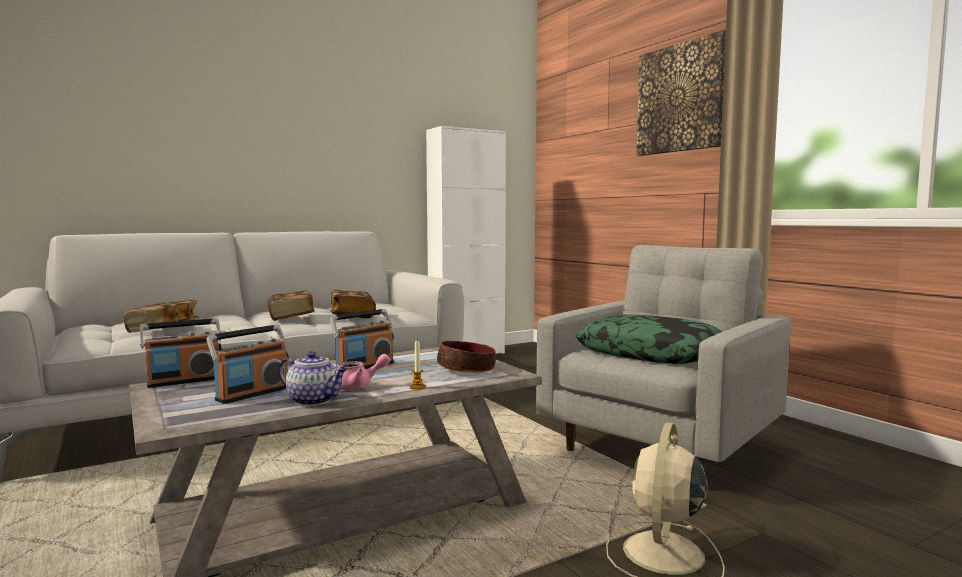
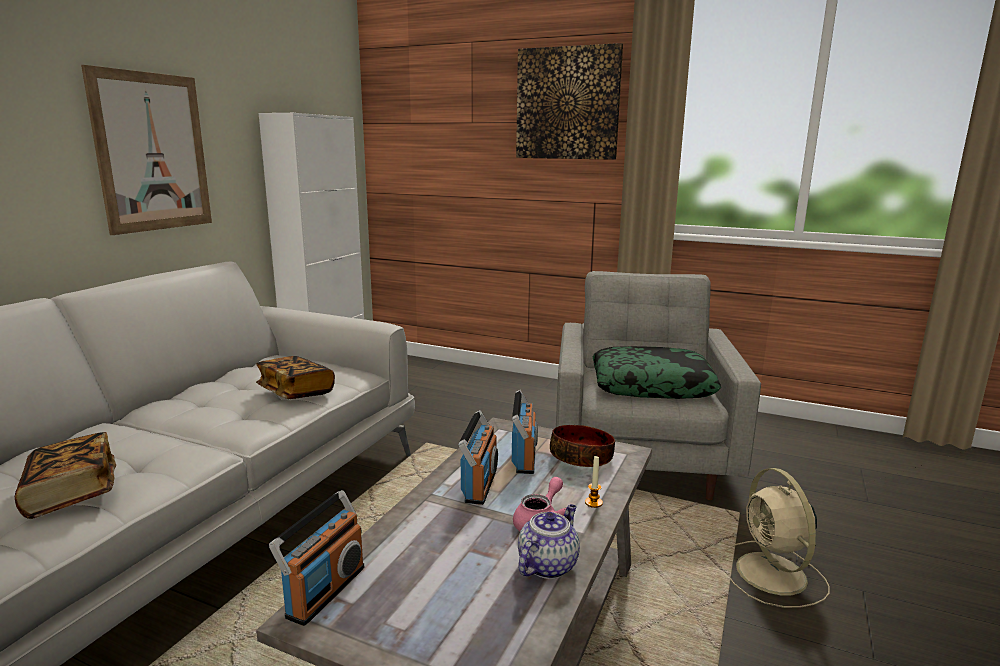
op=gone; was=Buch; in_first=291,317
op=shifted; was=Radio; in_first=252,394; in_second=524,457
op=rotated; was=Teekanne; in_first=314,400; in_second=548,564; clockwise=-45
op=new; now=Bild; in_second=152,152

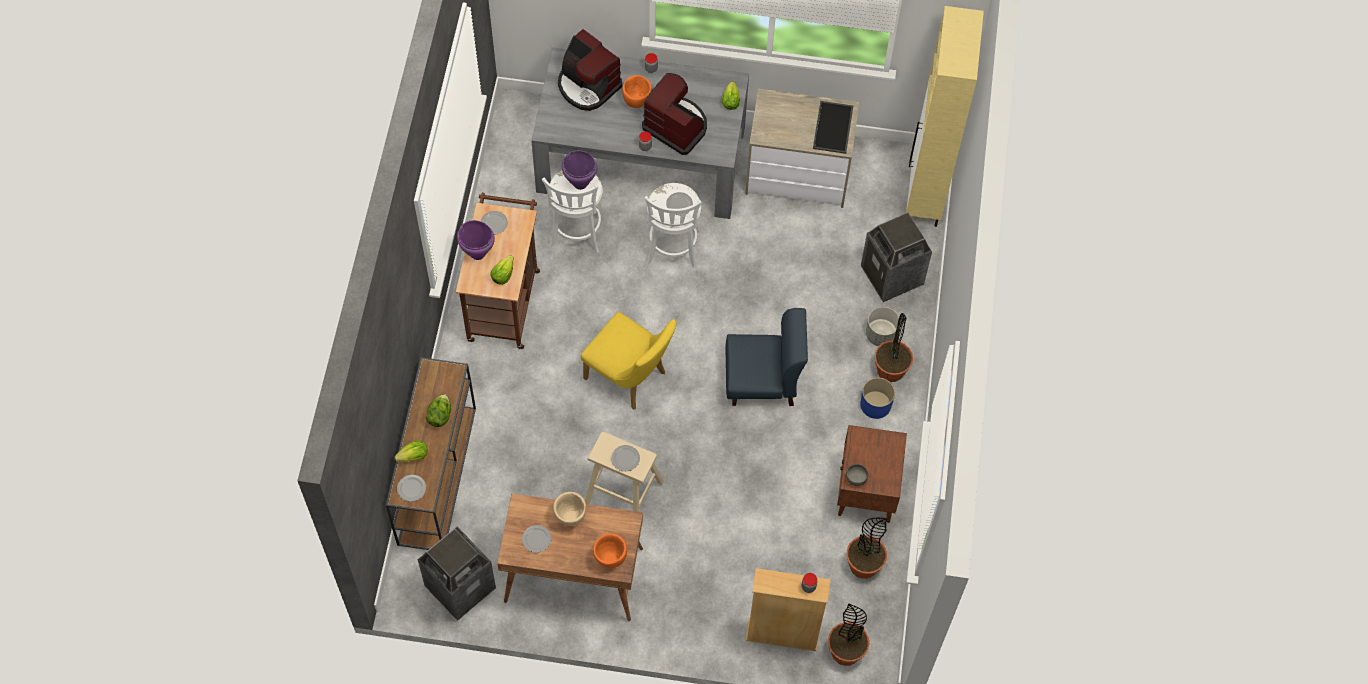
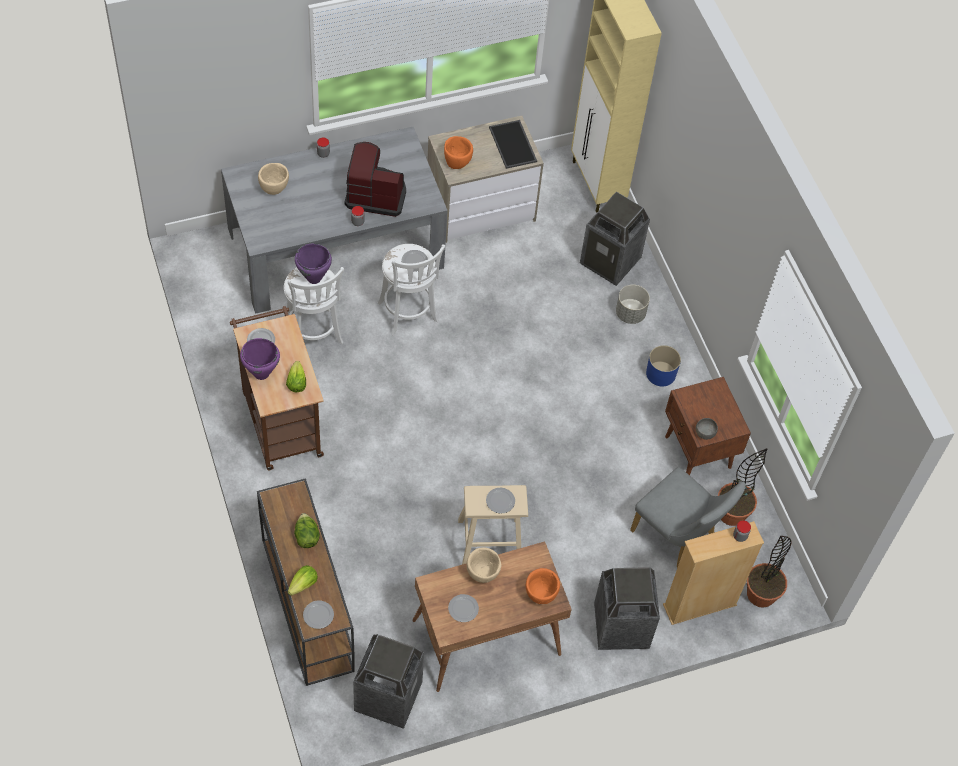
op=swapped; was=Kaffeemaschine; now=Schüssel [beige]; in_first=588,86; in_second=274,189
op=shifted; was=Schüssel [orange]; in_first=637,101; in_second=457,163
op=gone; was=Salatkopf; in_first=730,101
op=gone; was=Stuhl [blau]; in_first=762,381
op=gone; was=Stuhl [gelb]; in_first=630,378
op=gone; was=Topfpflanze; in_first=890,370
op=new; now=Stuhl [grau]; in_second=678,537
op=new; now=Mülleimer; in_second=620,626

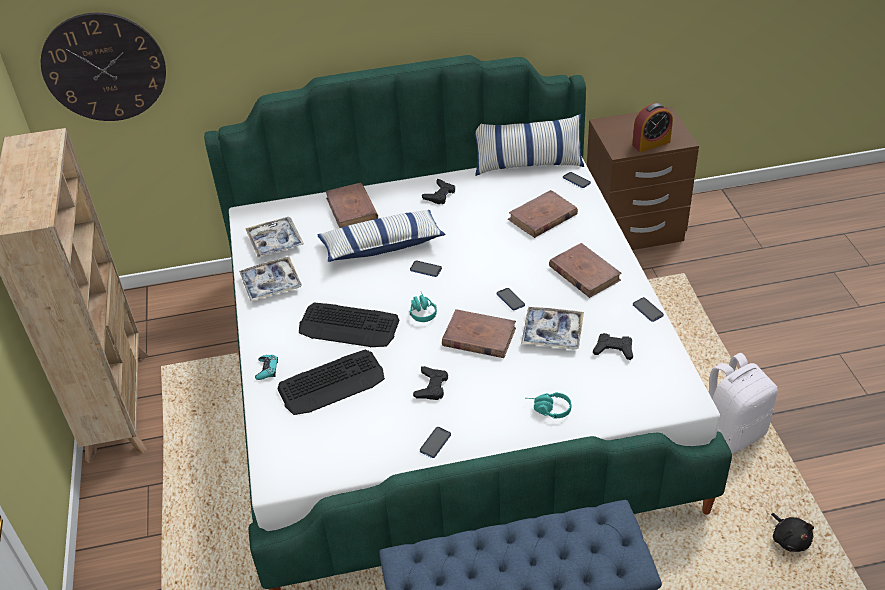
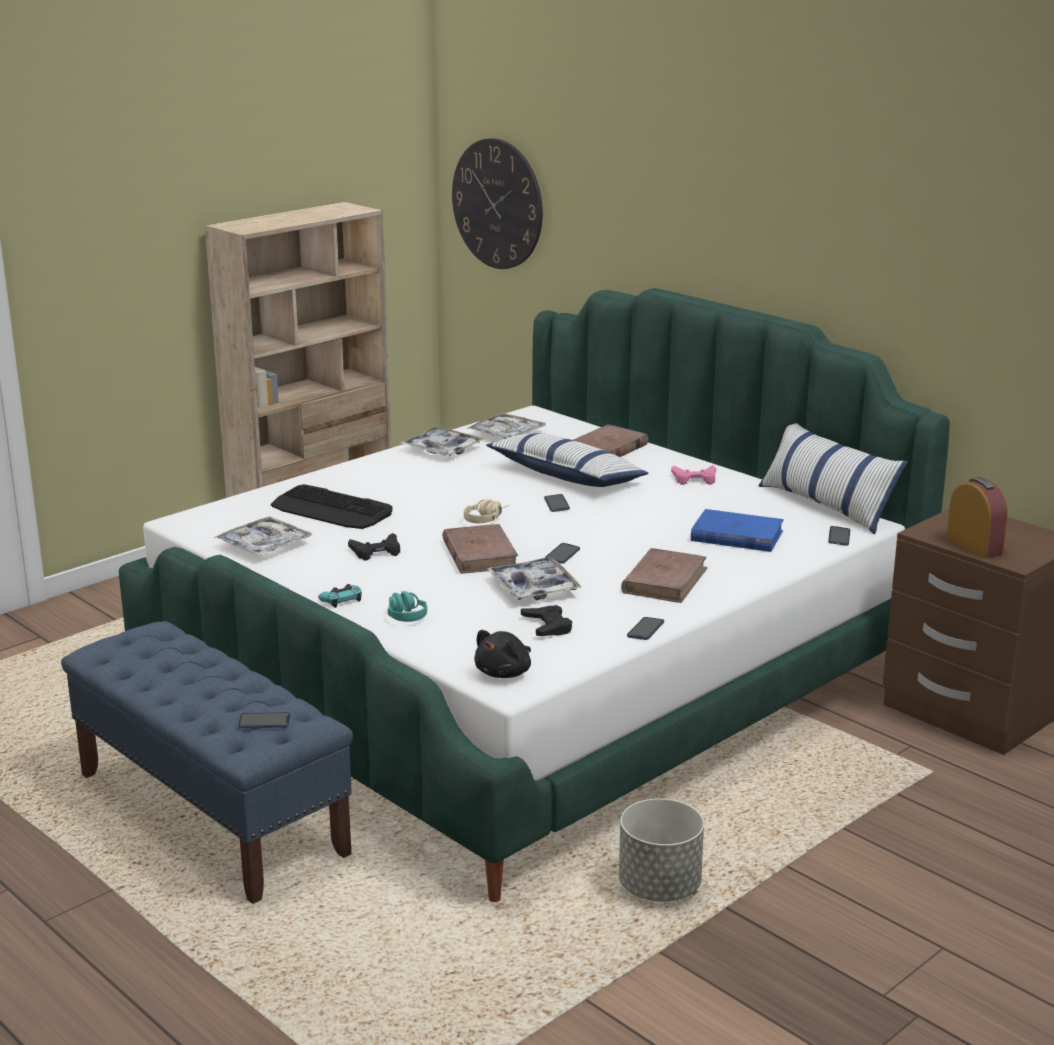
op=rotated; was=Wecker; in_first=651,143; in_second=974,546; clockwise=-150
op=repainted; was=Gamepad [schwarz]; now=Gamepad [rosa]; in_first=440,195; in_second=694,479
op=repainted; was=Buch [braun]; now=Buch [blau]; in_first=542,217; in_second=736,536
op=repainted; was=Kopfhörer [türkis]; now=Kopfhörer [beige]; in_first=421,311; in_second=487,519
op=gone; was=Tastatur; in_first=349,326
op=swapped; was=Rucksack [weiß]; now=Pflanzkübel [grau]; in_first=731,433; in_second=660,887
op=shifted; was=Gamepad [türkis]; in_first=267,369; in_second=341,600
op=shifted; was=Handy; in_first=435,443; in_second=264,722
op=shifted; was=Plüschtier [schwarz]; in_first=789,539; in_second=505,673
op=new; now=Tablett; in_second=264,545

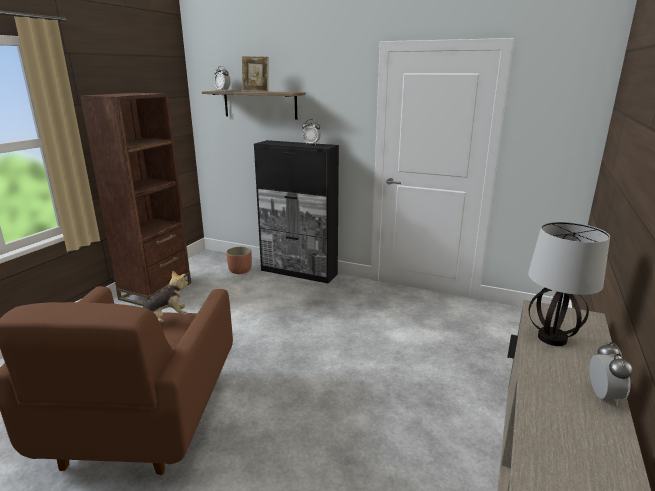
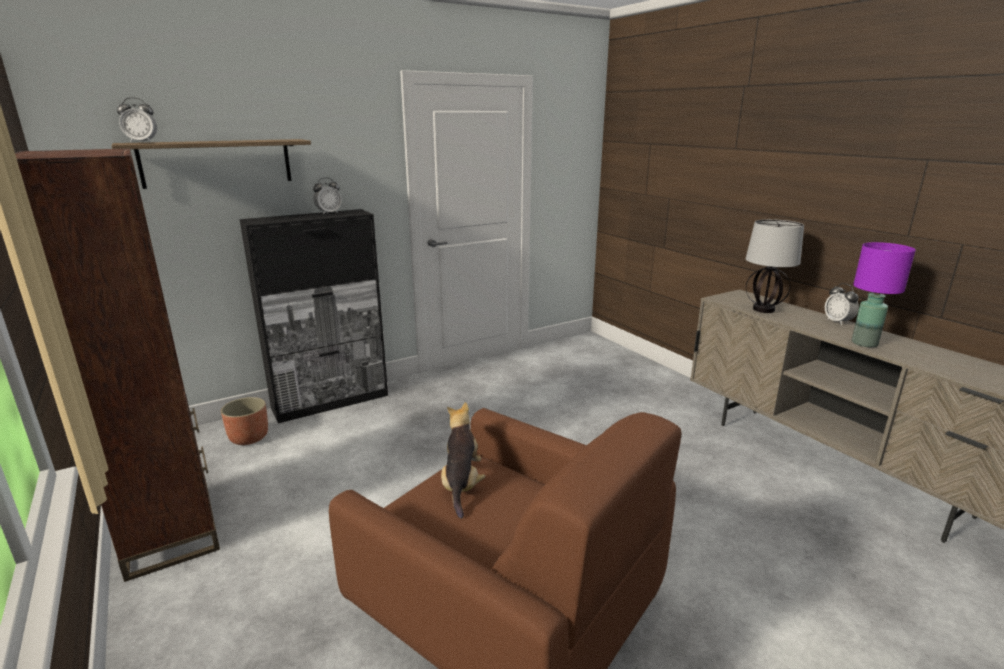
op=gone; was=Bilderrahmen; in_first=256,91
op=rotated; was=Wecker; in_first=603,396; in_second=838,322; clockwise=-150
op=new; now=Tischlampe [lila]; in_second=864,343

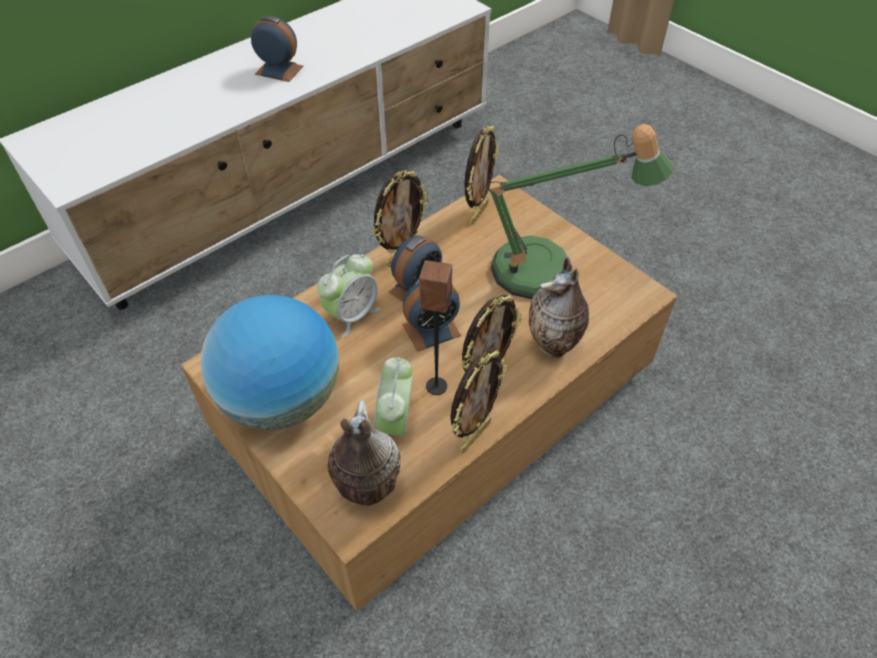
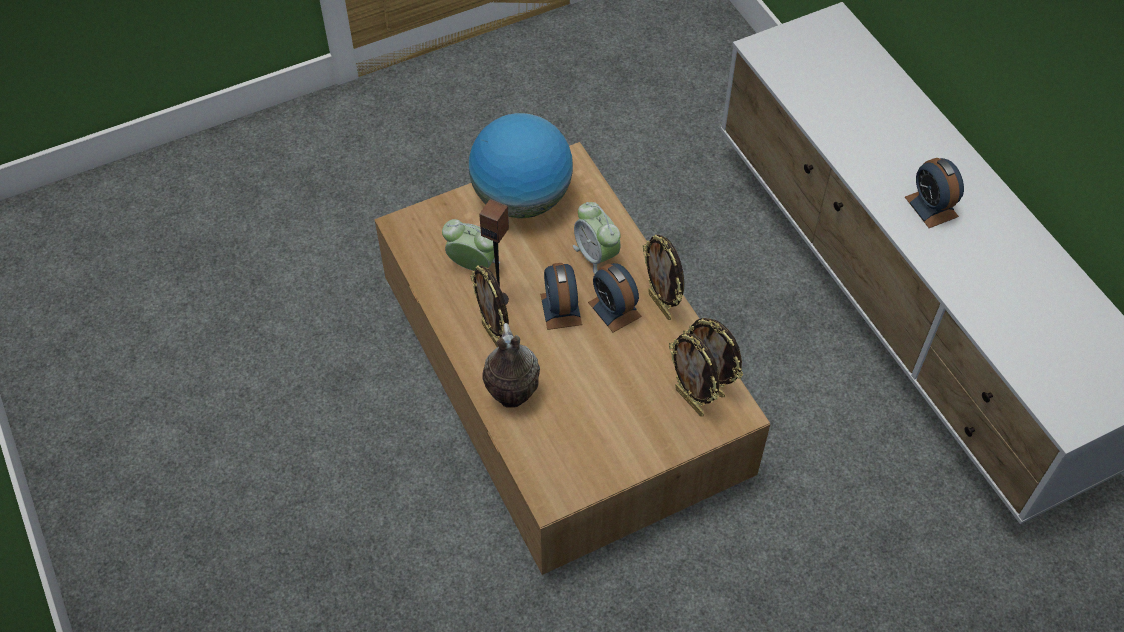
op=rotated; was=Wecker; in_first=279,70; in_second=931,207; clockwise=120
op=gone; was=Tischlampe; in_first=546,272
op=shifted; was=Bilderrahmen; in_first=474,435; in_second=690,401
op=gone; was=Vase; in_first=366,491

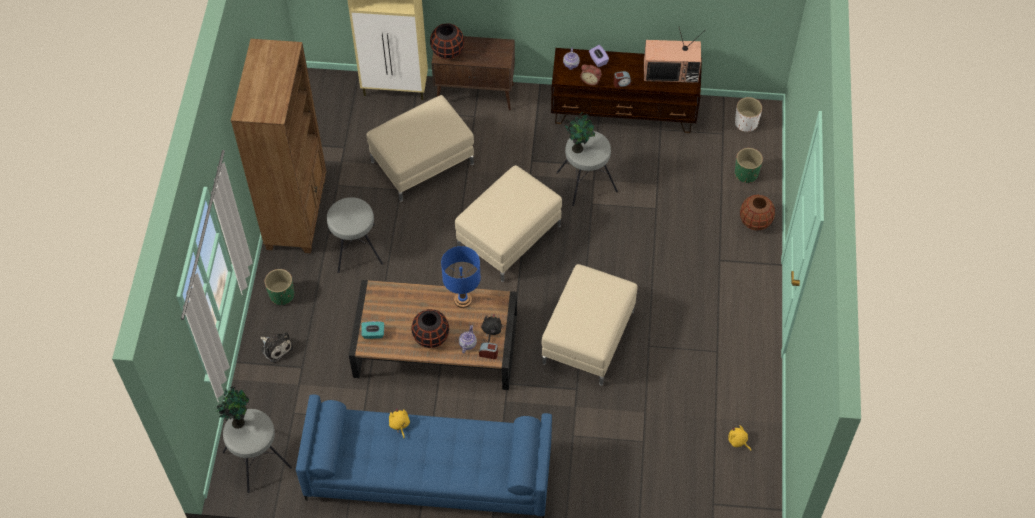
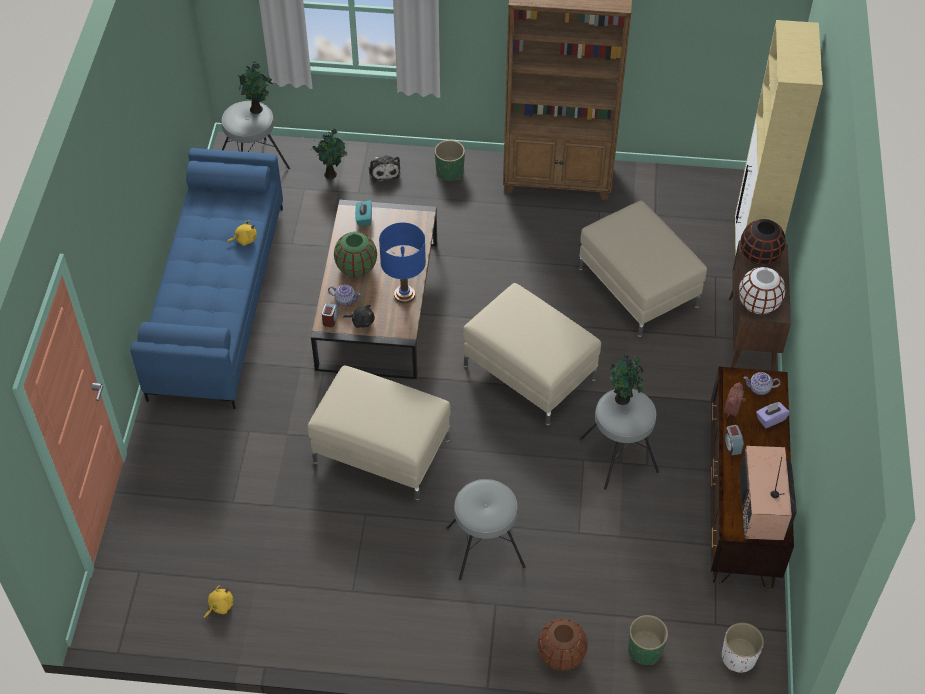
op=shifted; was=Hocker [grau]; in_first=355,248; in_second=485,546
op=repainted; was=Vase [schwarz]; now=Vase [grün]; in_first=431,337; in_second=356,267
op=rotated; was=Plüschtier; in_first=276,347; in_second=383,171; clockwise=-60
op=new; now=Topfpflanze; in_second=331,174
op=new; now=Vase [weiß]; in_second=758,304

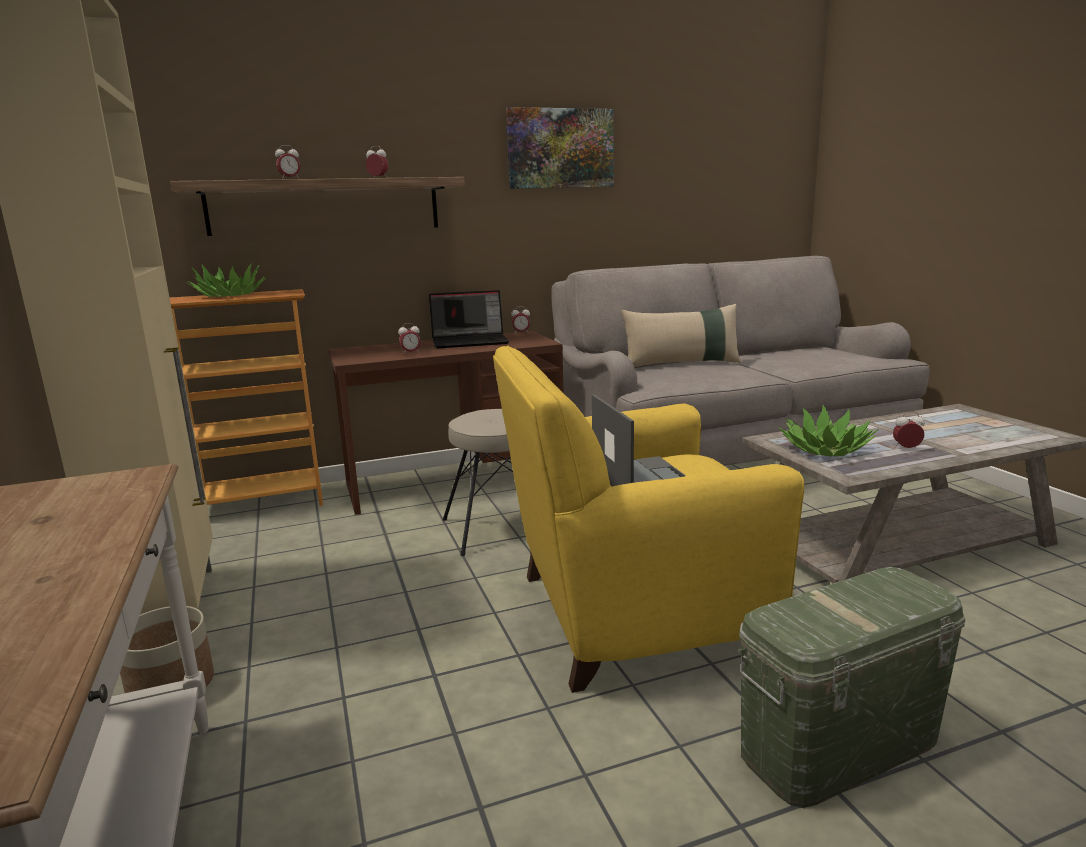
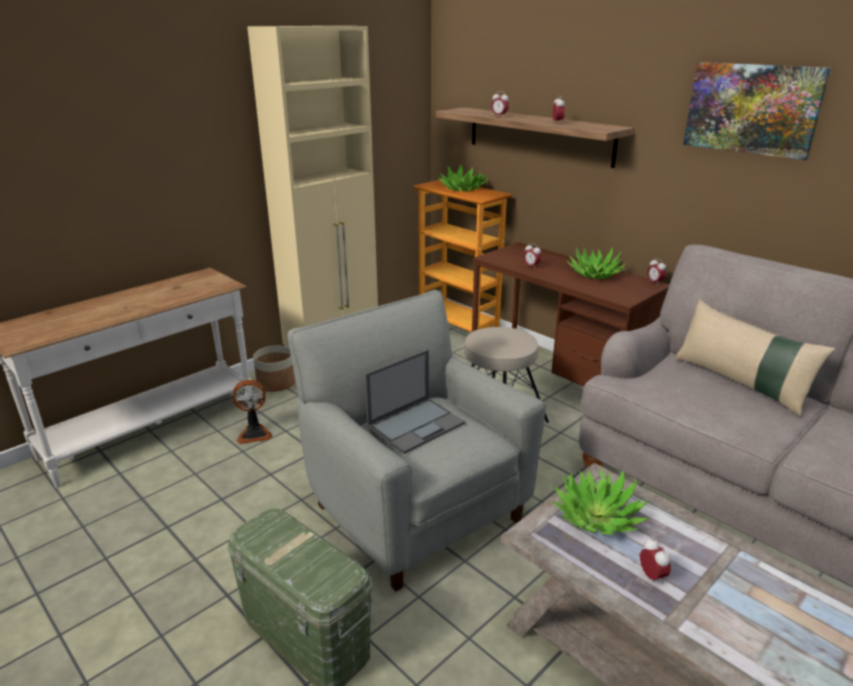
op=swapped; was=Laptop; now=Topfpflanze; in_first=471,341; in_second=594,274
op=repainted; was=Sessel [gelb]; now=Sessel [grau]; in_first=629,613; in_second=416,509
op=new; now=Ventilator; in_second=254,434

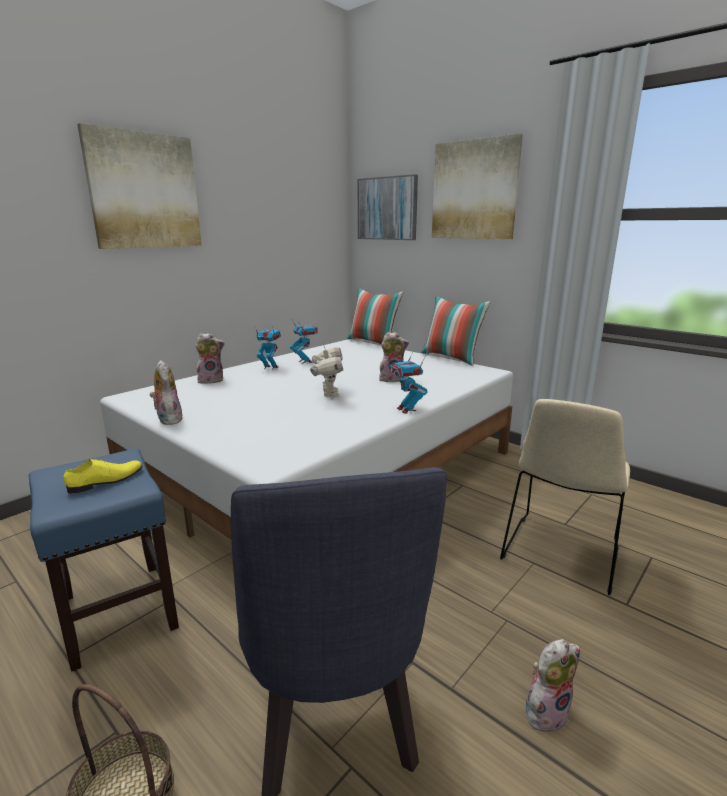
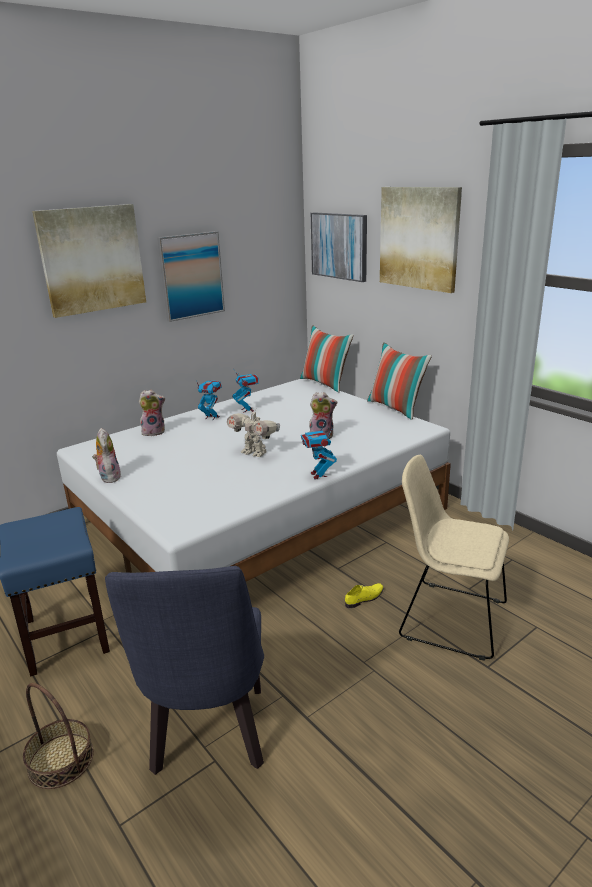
op=rotated; was=Spielzeugroboter; in_first=328,394; in_second=255,453; clockwise=120
op=rotated; was=Stuhl [beige]; in_first=559,555; in_second=448,618; clockwise=75
op=shifted; was=Schuh [gelb]; in_first=107,480; in_second=365,598
op=gone; was=Plüschtier; in_first=546,711
op=new; now=Bild; in_second=191,276

